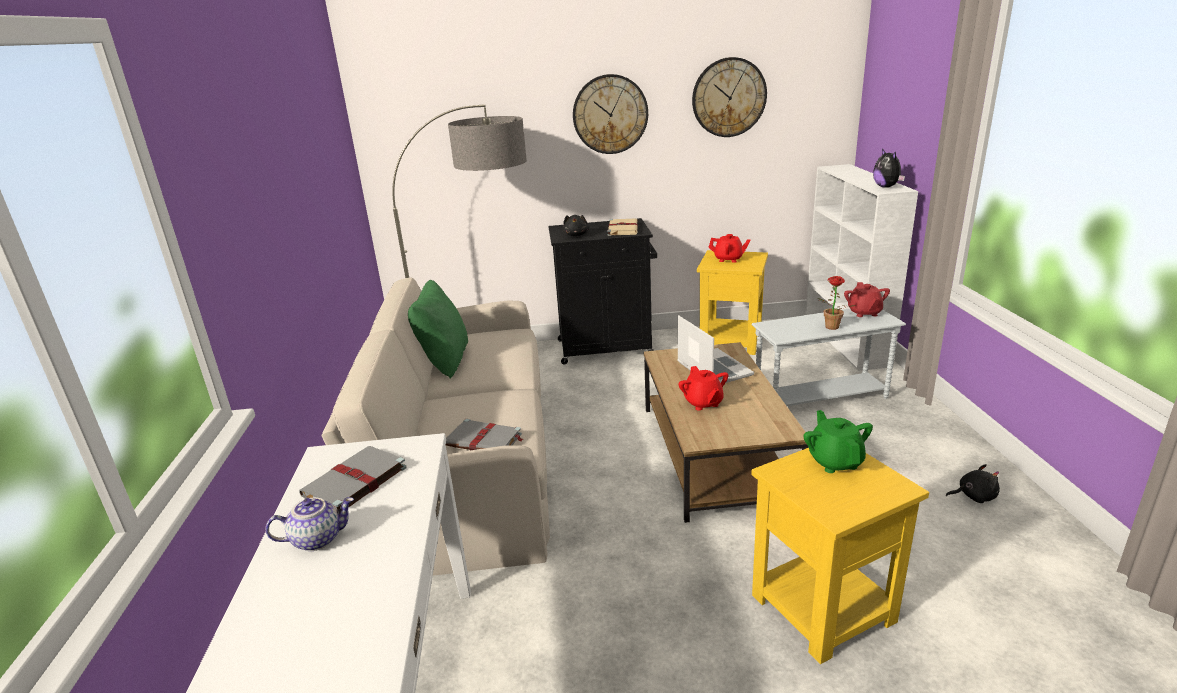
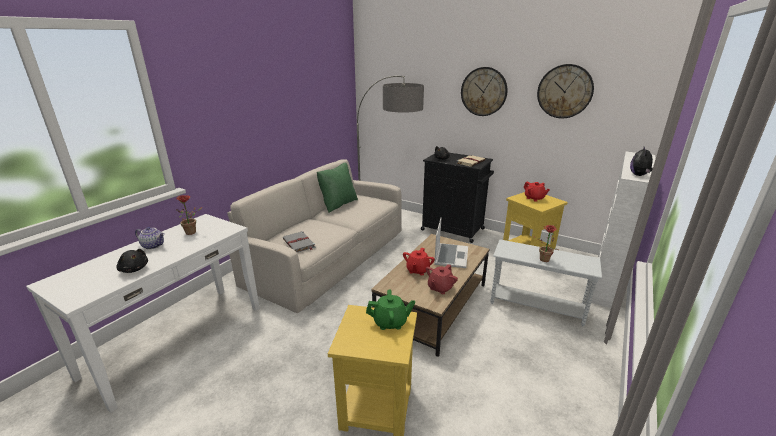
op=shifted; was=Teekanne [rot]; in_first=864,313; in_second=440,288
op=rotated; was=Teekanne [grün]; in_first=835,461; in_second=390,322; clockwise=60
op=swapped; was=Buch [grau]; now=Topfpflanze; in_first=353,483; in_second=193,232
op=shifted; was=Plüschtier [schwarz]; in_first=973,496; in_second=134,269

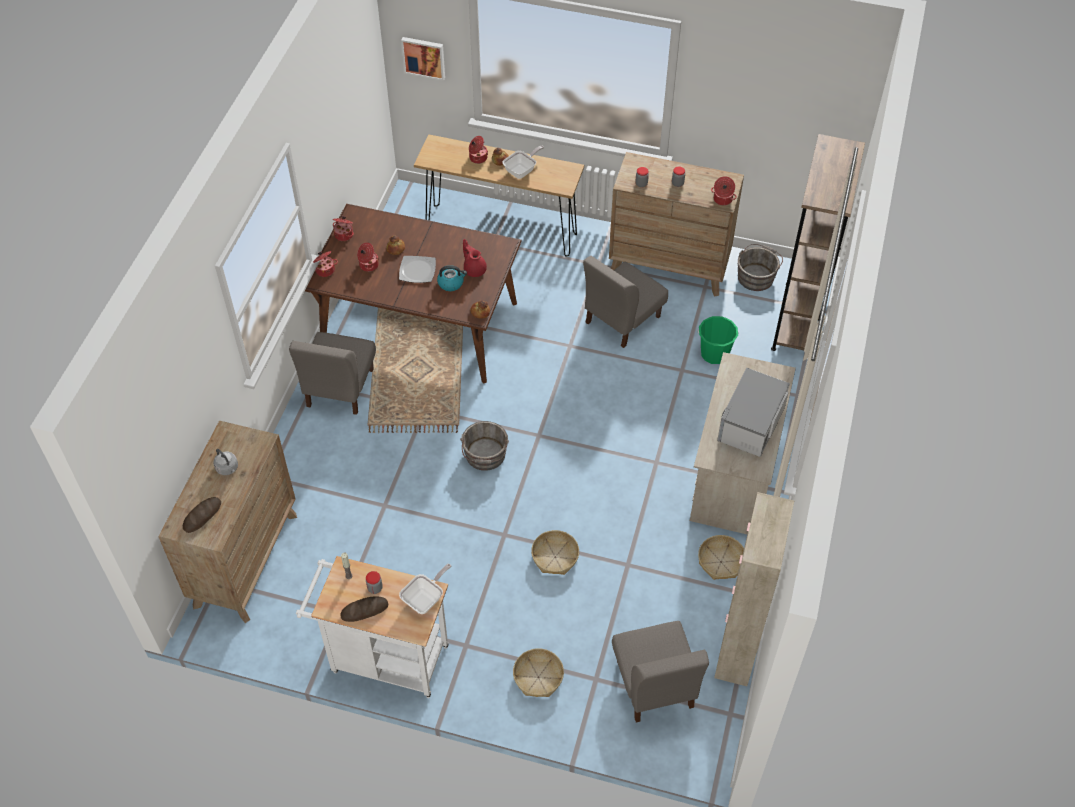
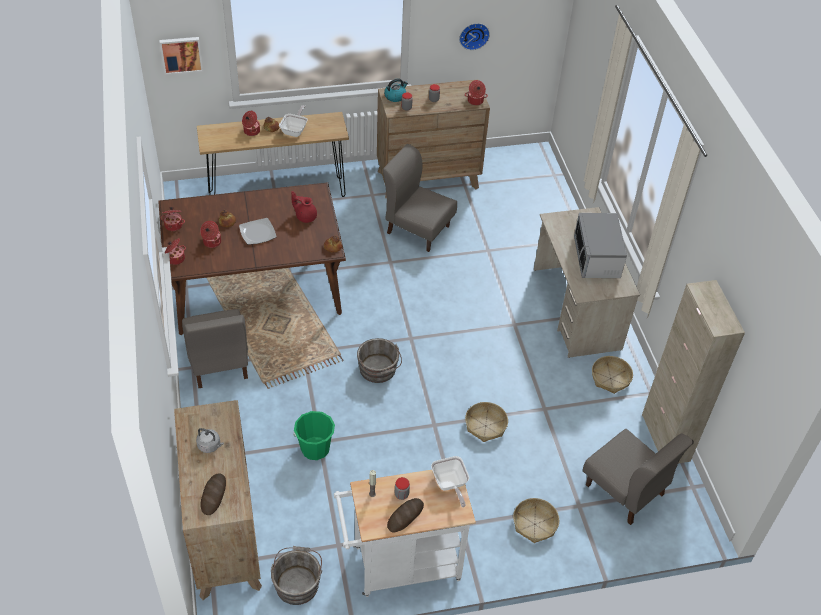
op=gone; was=Bücherregal [braun]; in_first=799,320
op=shifted; was=Eimer [grau]; in_first=756,276; in_second=297,582
op=rotated; was=Stuhl [grau]; in_first=622,319; in_second=418,229; clockwise=105
op=shifted; was=Wasserkessel; in_first=451,283; in_second=395,96
op=shifted; was=Eimer [grün]; in_first=714,353; in_second=315,448
op=rotated; was=Pfanne; in_first=425,599; in_second=450,484; clockwise=150
op=new; now=Wanduhr; in_second=473,35

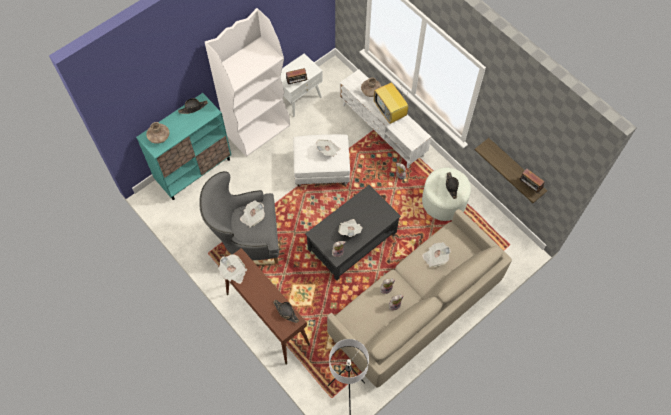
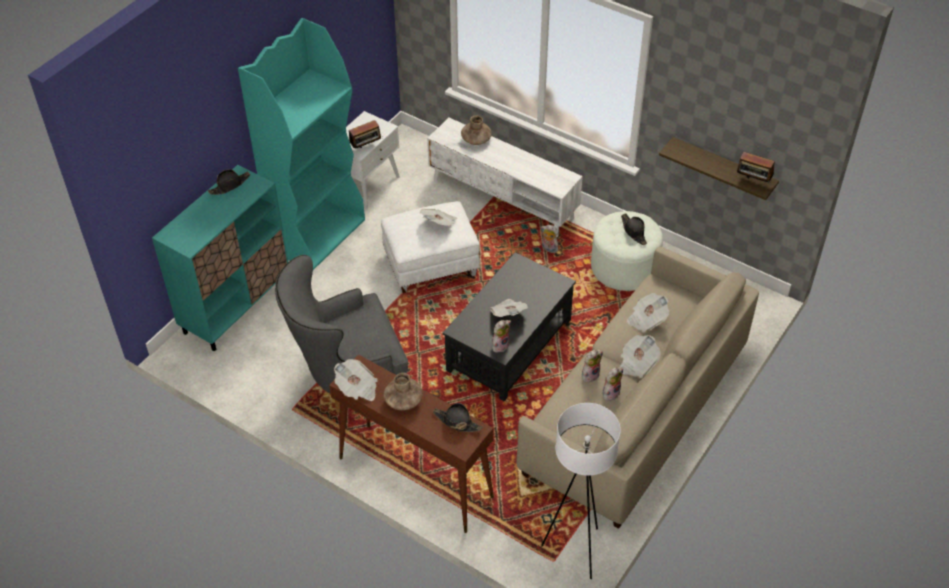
op=repainted; was=Bücherregal [weiß]; now=Bücherregal [türkis]; in_first=258,129; in_second=318,234
op=gone; was=Fernseher; in_first=390,112
op=shifted; was=Vase [braun]; in_first=159,136; in_second=403,400
op=shifted; was=Zeitung; in_first=252,217; in_second=637,363

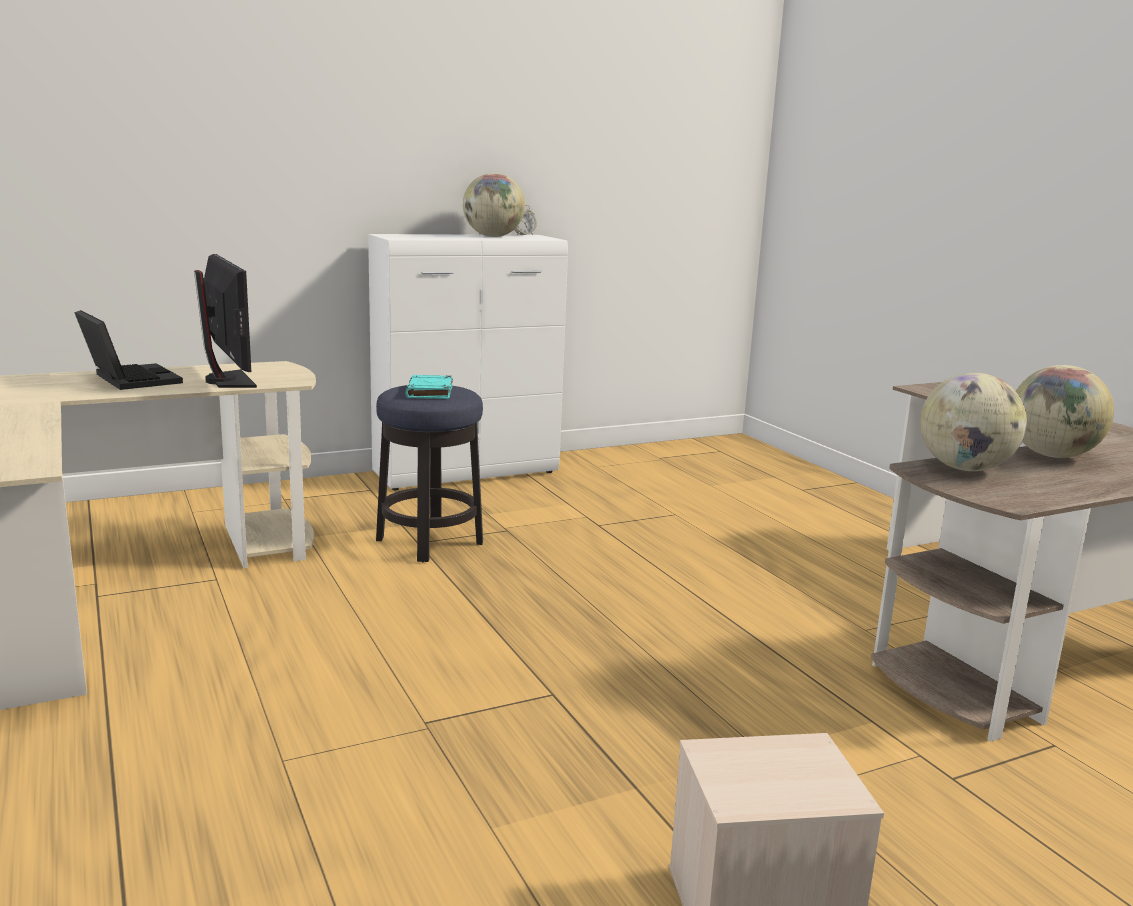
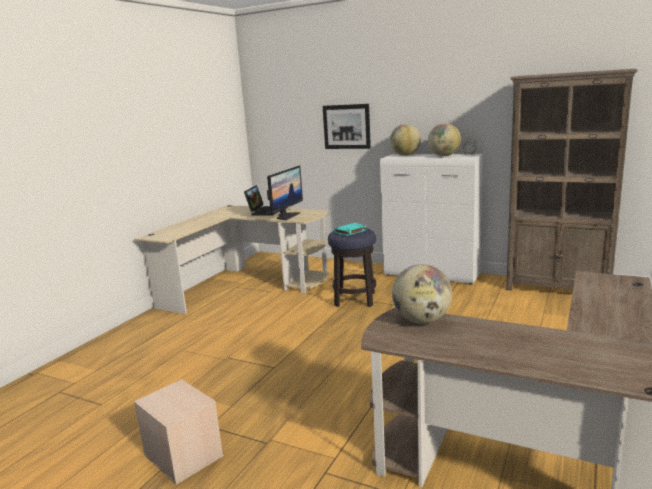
op=shifted; was=Globus; in_first=1052,455; in_second=405,155
op=new; now=Bücherregal [braun]; in_second=558,289
op=new; now=Bild; in_second=346,126

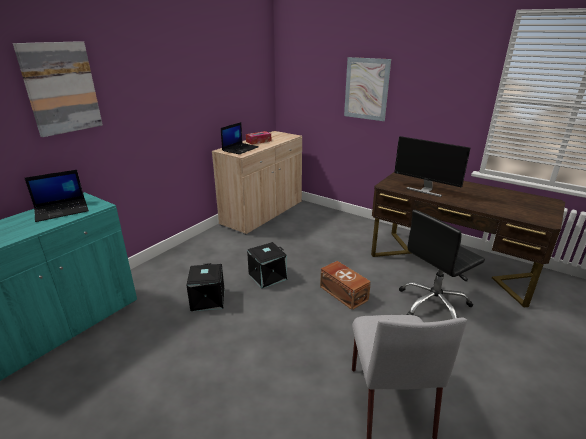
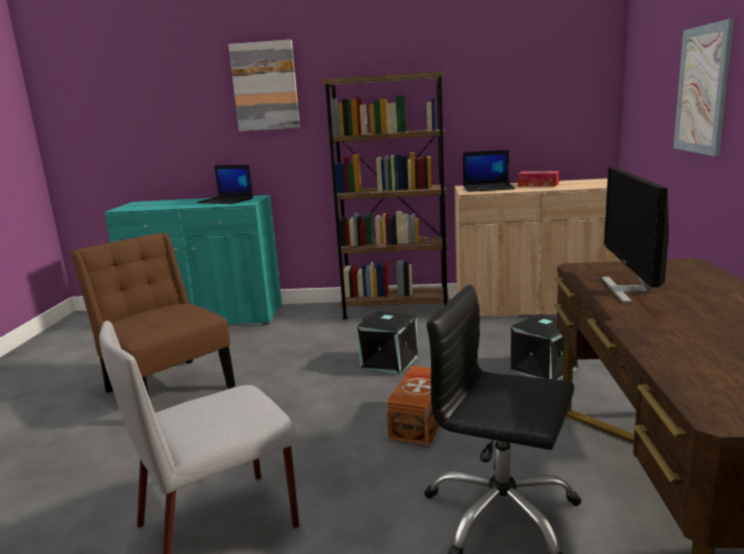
op=shifted; was=Aufbewahrungsbox [schwarz]; in_first=207,299; in_second=543,368
op=new; now=Bücherregal [braun]; in_second=395,309
op=new; now=Stuhl [braun]; in_second=167,386

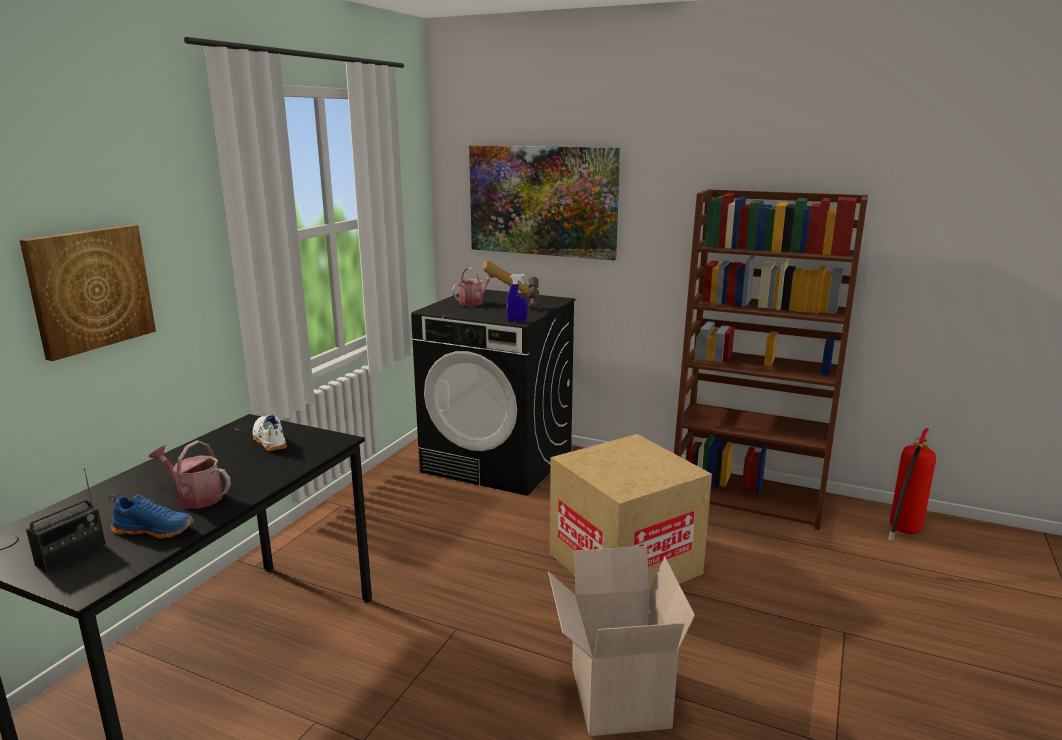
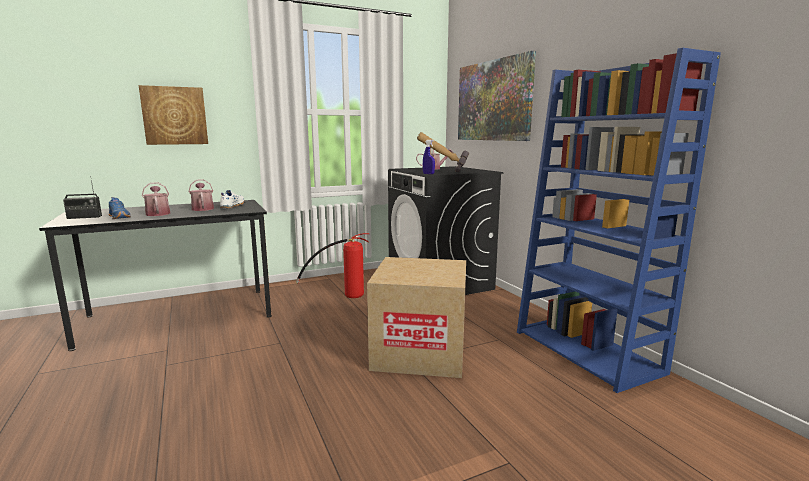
op=repainted; was=Bücherregal [braun]; now=Bücherregal [blau]; in_first=749,496; in_second=588,351
op=shifted; was=Feuerlöscher; in_first=900,534; in_second=343,296
op=gone; was=Karton; in_first=615,695
op=new; now=Gießkanne; in_second=202,208

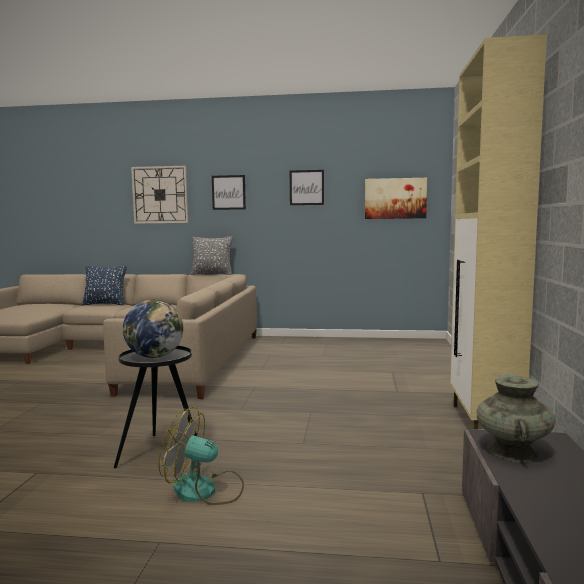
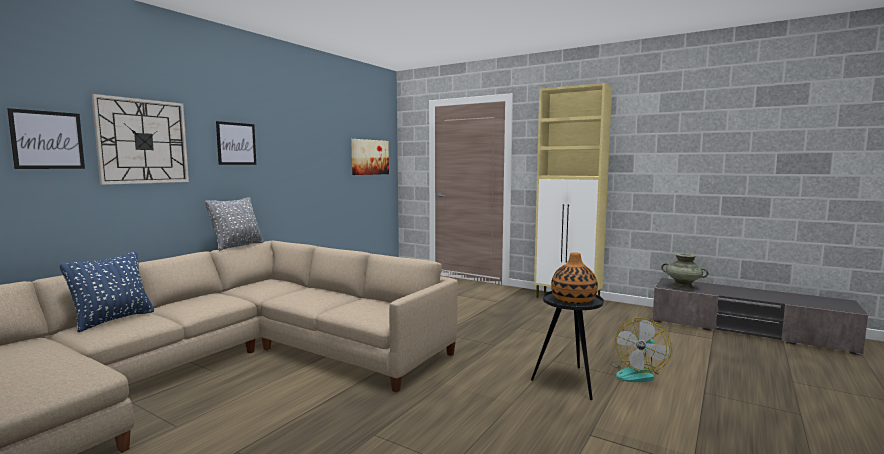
op=shifted; was=Bild; in_first=306,187; in_second=47,140
op=swapped; was=Globus; now=Vase; in_first=155,356; in_second=573,300

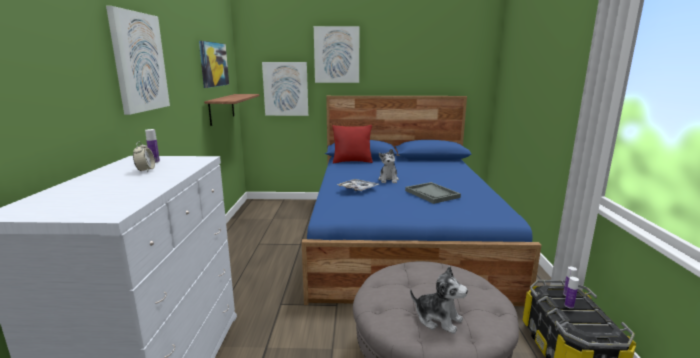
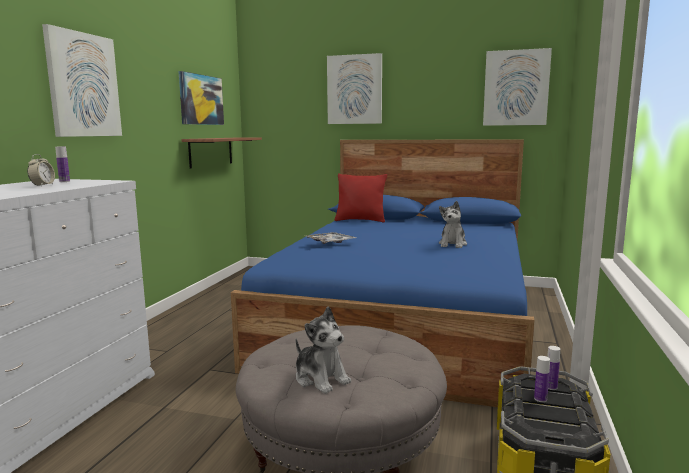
op=shifted; was=Bild; in_first=285,89; in_second=516,88
op=shifted; was=Plüschtier; in_first=388,180; in_second=453,244
op=gone; was=Tablett [grau]; in_first=432,194

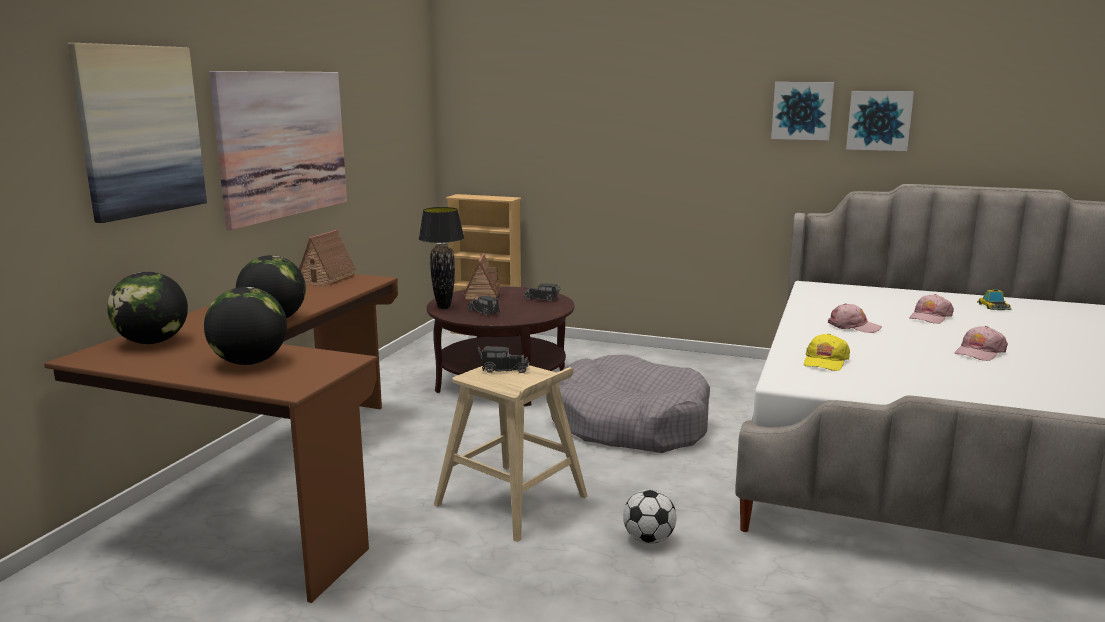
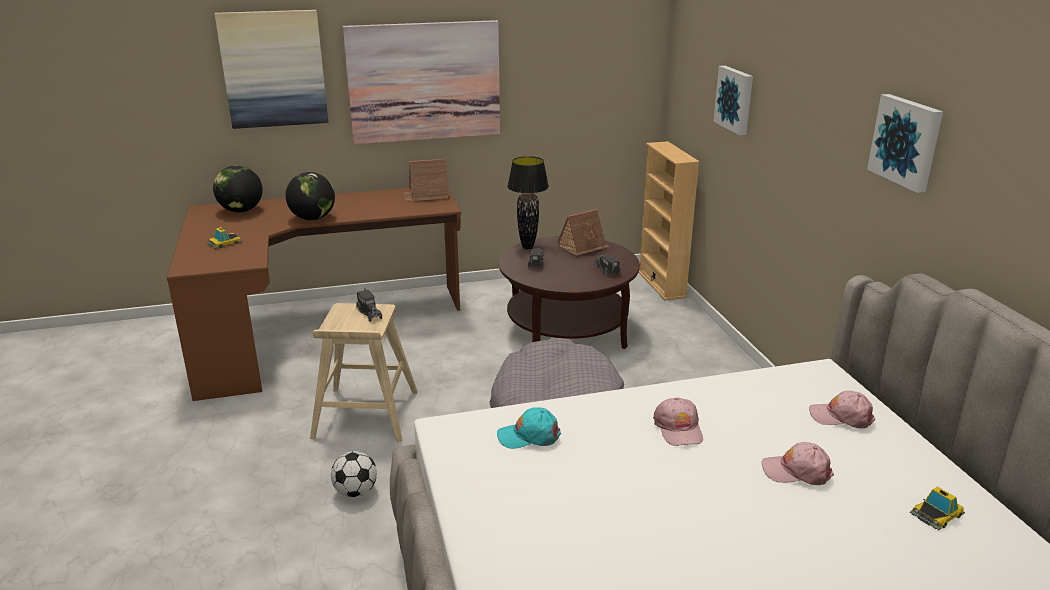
op=shifted; was=Bild; in_first=879,120; in_second=735,99
op=swapped; was=Globus; now=Spielzeugauto; in_first=249,362; in_second=225,243
op=shifted; was=Kappe [rosa]; in_first=979,352; in_second=841,416
op=repainted; was=Kappe [gelb]; now=Kappe [türkis]; in_first=825,361; in_second=529,436

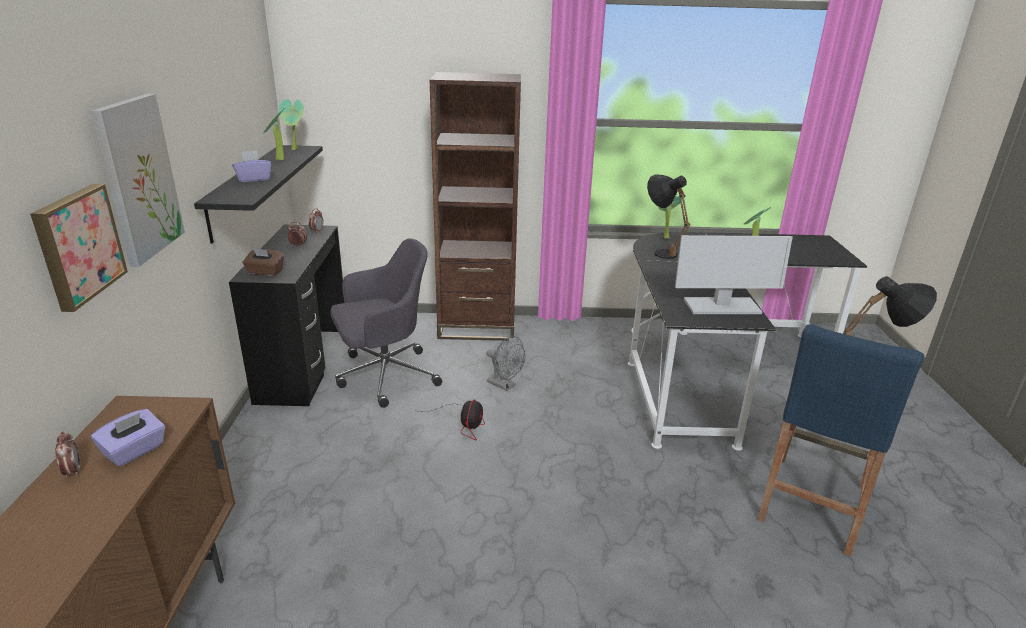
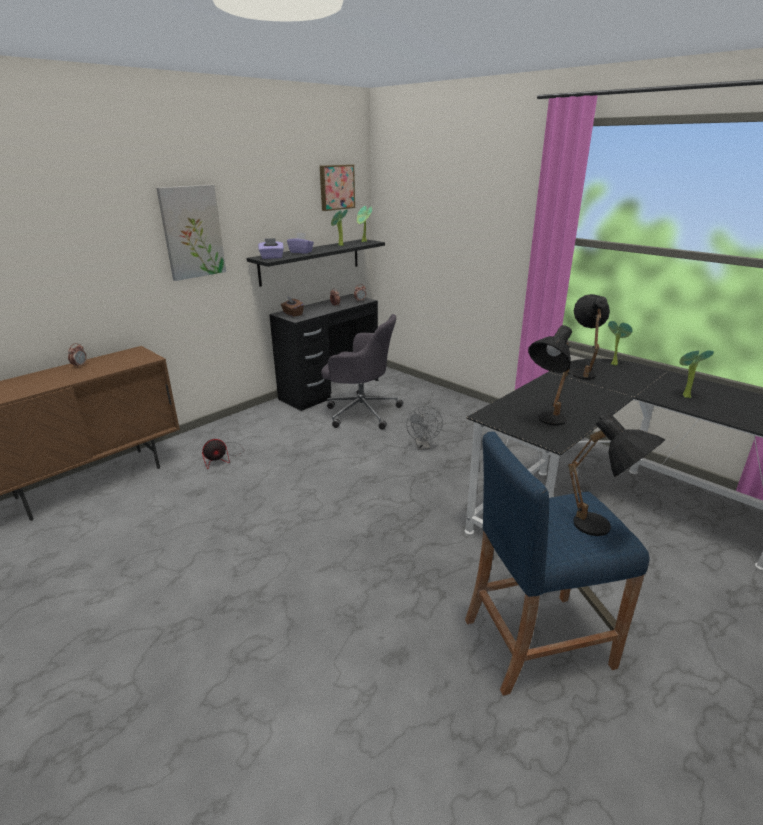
op=gone; was=Bücherregal [braun]; in_first=477,327
op=shifted; was=Bild; in_first=77,245; in_second=336,187
op=swapped; was=Monitor; now=Tischlampe [schwarz]; in_first=721,307; in_second=545,422
op=shifted; was=Ventilator; in_first=464,423; in_second=222,457
op=shifted; was=Taschentuchbox [lila]; in_first=135,451; in_second=272,257

